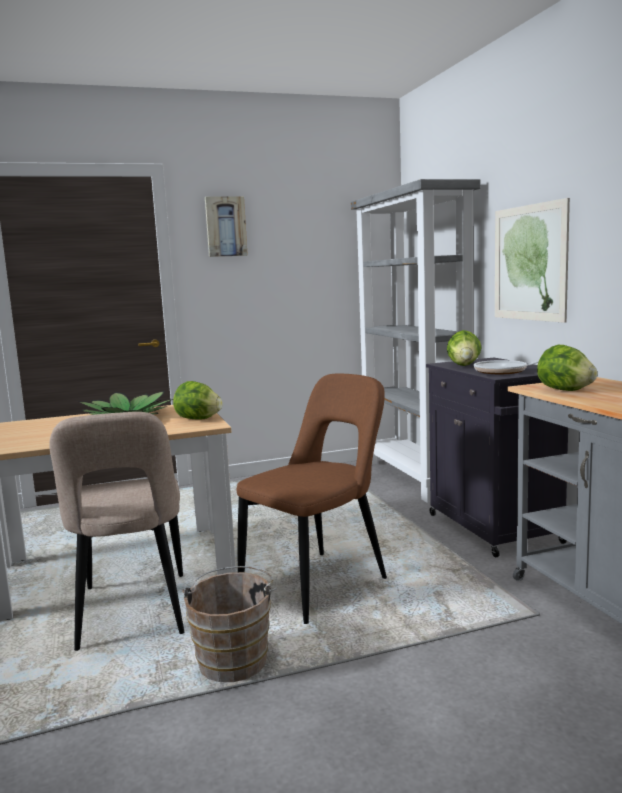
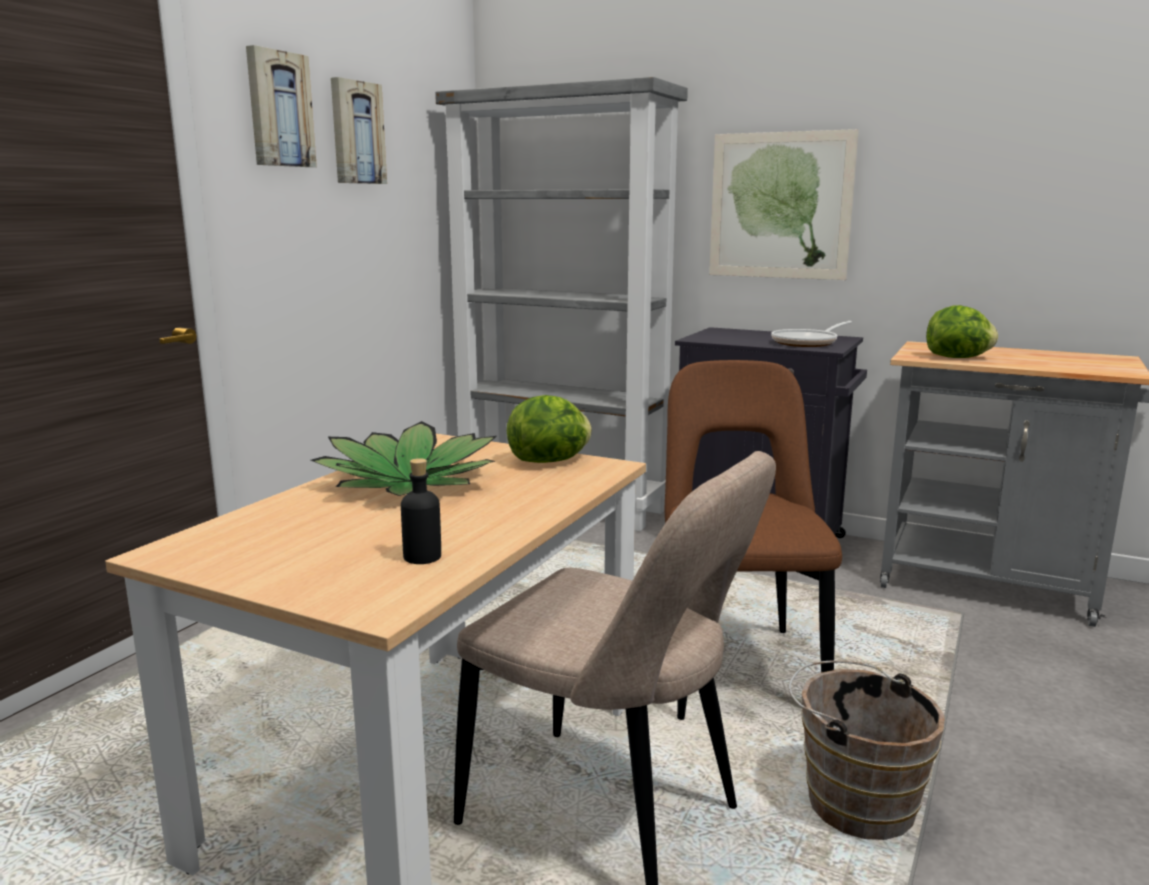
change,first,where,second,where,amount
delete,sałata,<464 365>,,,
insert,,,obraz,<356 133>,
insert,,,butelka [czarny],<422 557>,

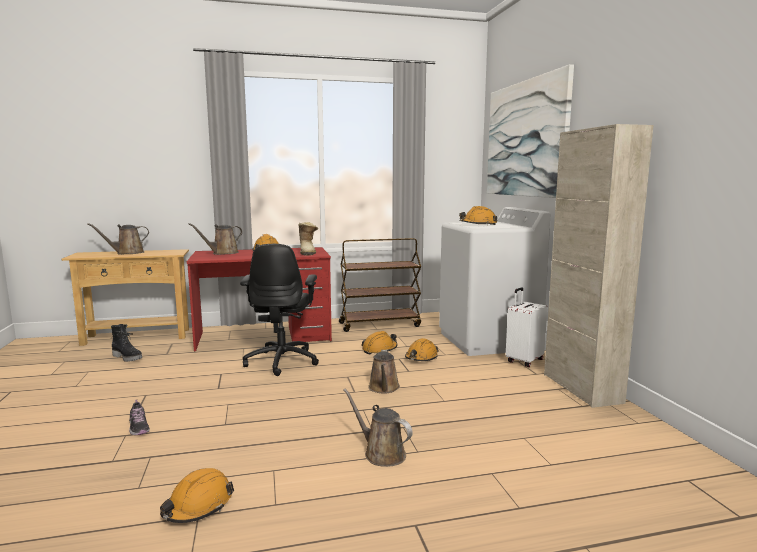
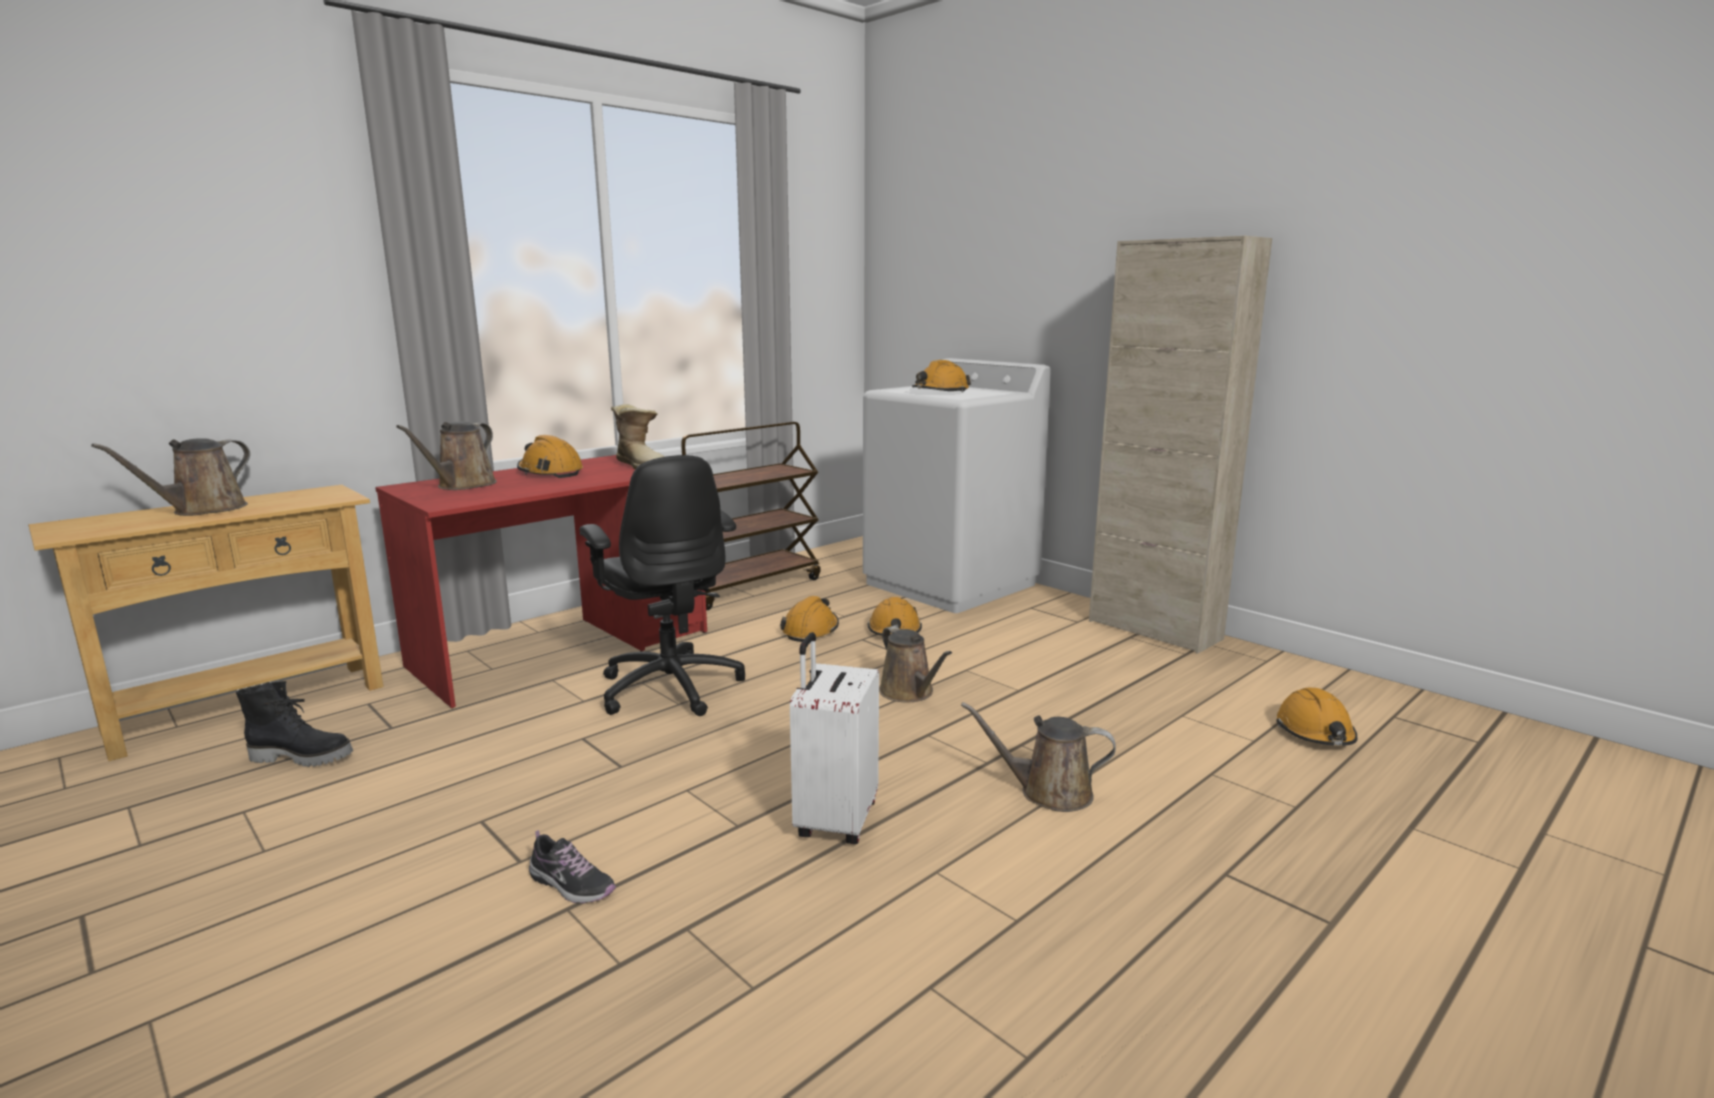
change,first,where,second,where,amount
move,kask [pomarańczowy],<198 506>,,<1315 733>,
delete,obraz,<525 139>,,,
move,walizka [biały],<523 361>,,<834 821>,

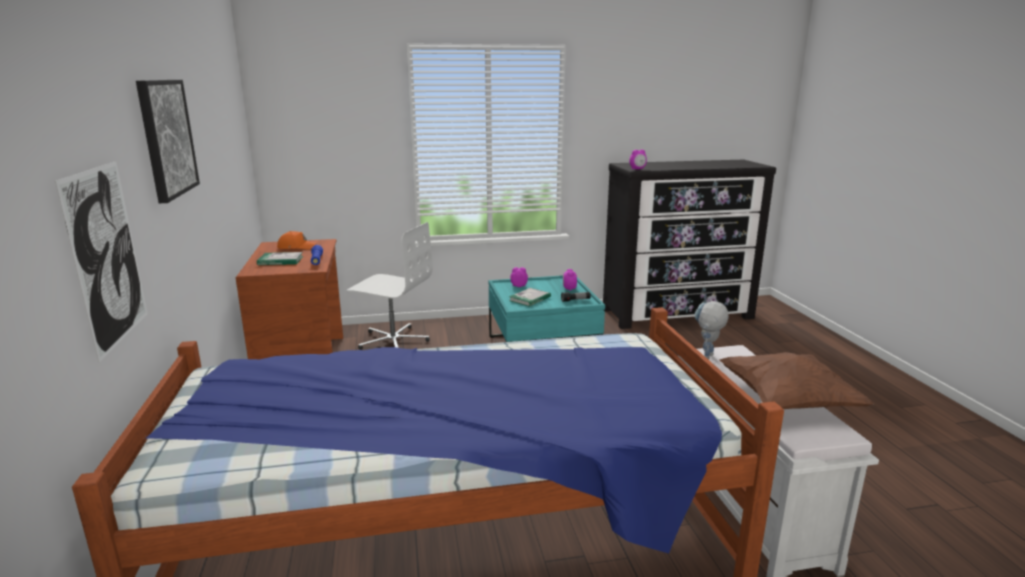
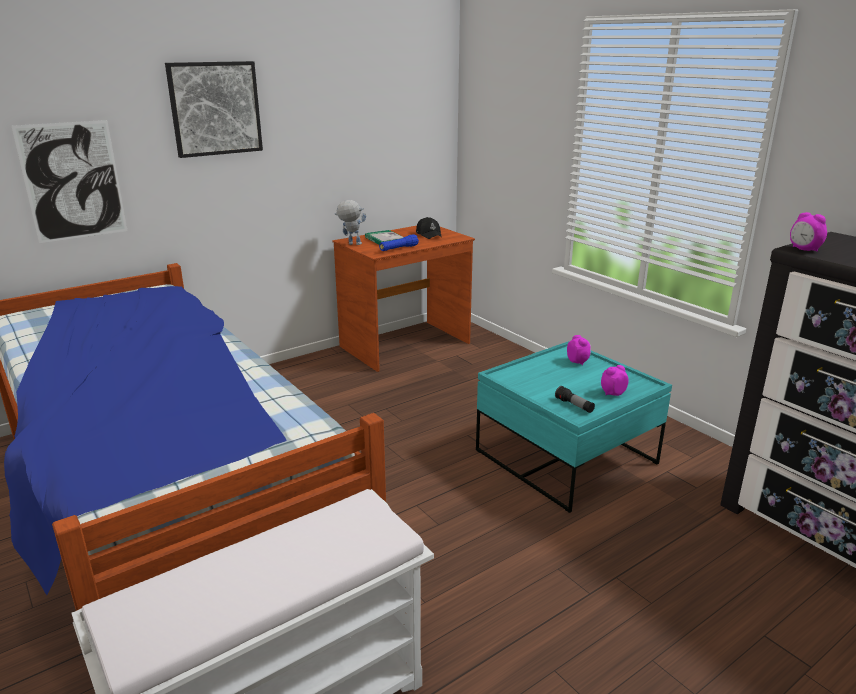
change,first,where,second,where,amount
recolor,czapka z daszkiem [pomarańczowy],<296 247>,czapka z daszkiem [czarny],<429 234>,
delete,krzesło biurowe [biały],<393 340>,,,
delete,książka,<529 299>,,,
move,robot zabawkowy,<706 358>,,<350 244>,
delete,poduszka [brązowy],<787 402>,,,

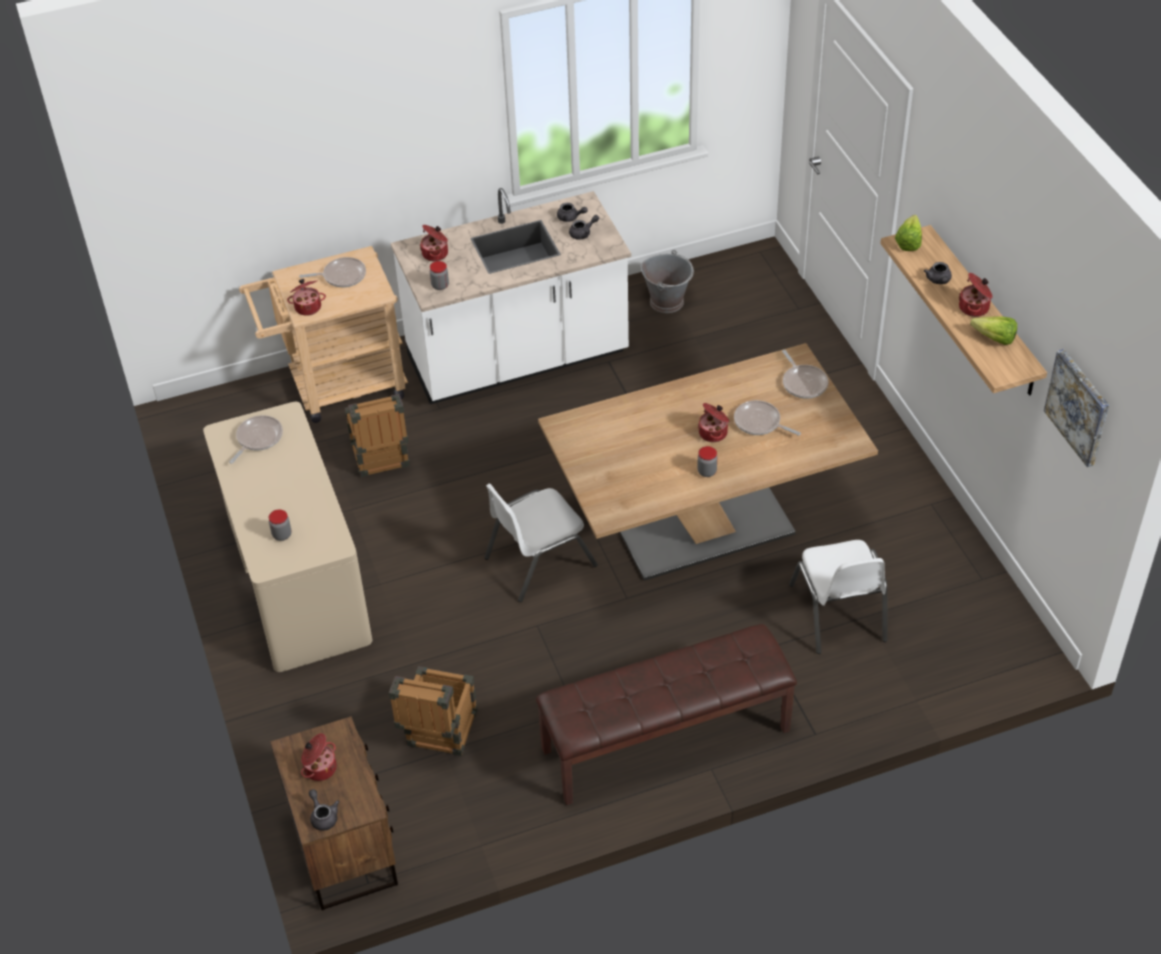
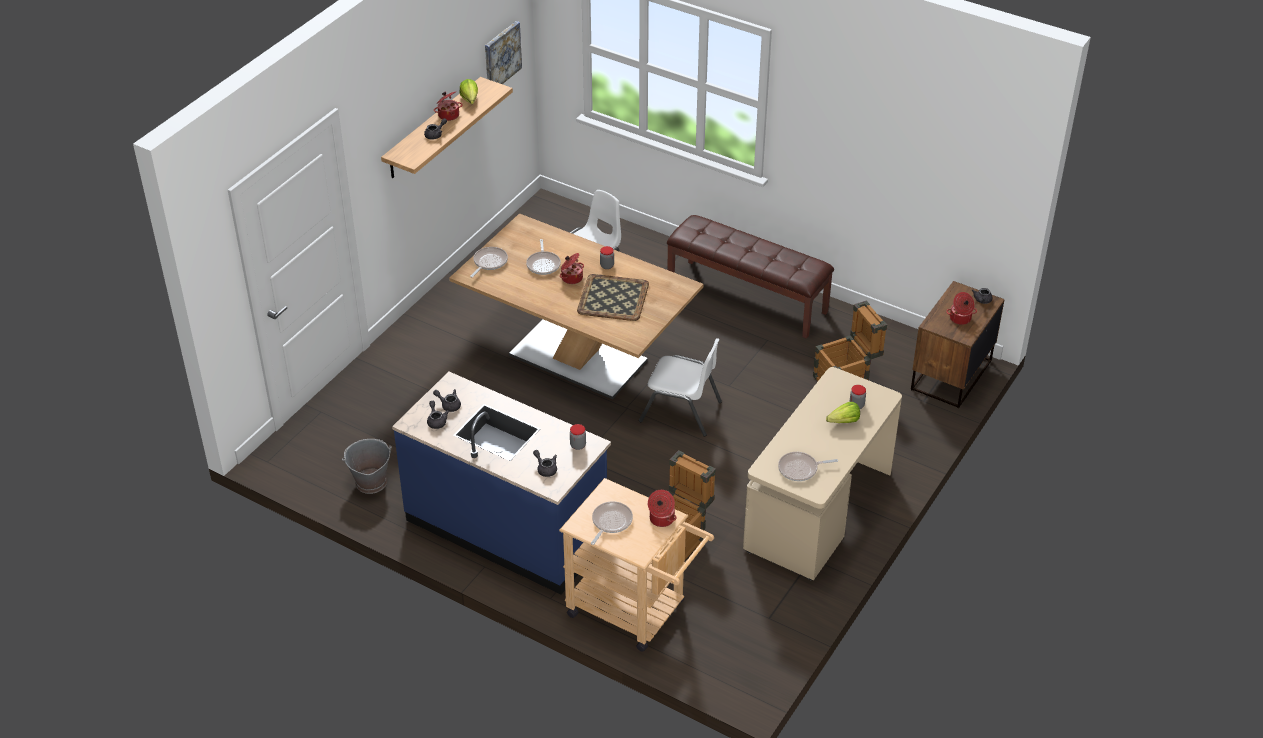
change,first,where,second,where,amount
rotate,patelnia,<341 276>,,<610 522>,75 degrees clockwise
recolor,zabudowa kuchenna [biały],<518 358>,zabudowa kuchenna [niebieski],<507 528>,
replace,garnek,<436 253>,imbryk [szary],<545 468>,
move,sałata,<910 240>,,<841 422>,
insert,,,taca,<612 297>,

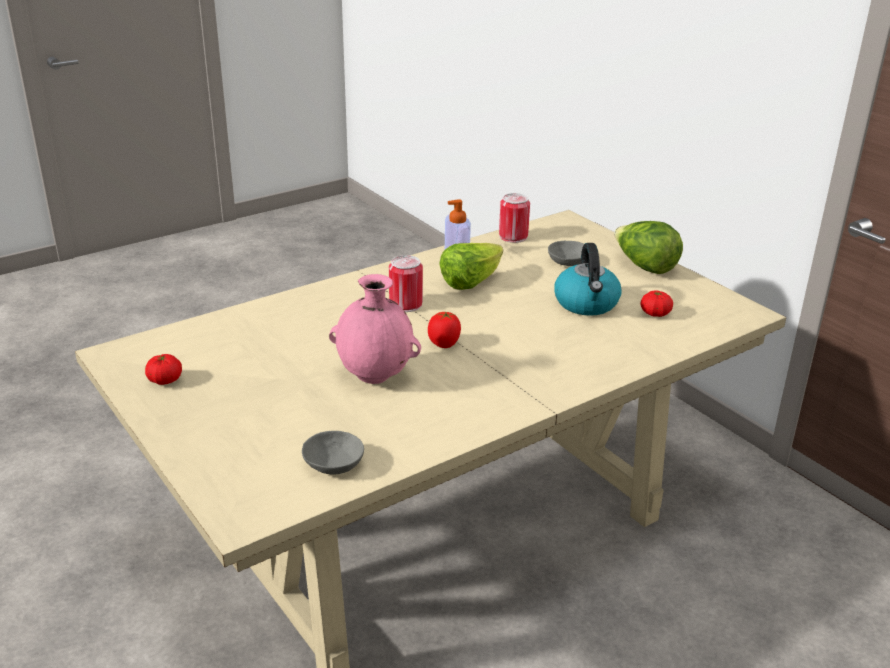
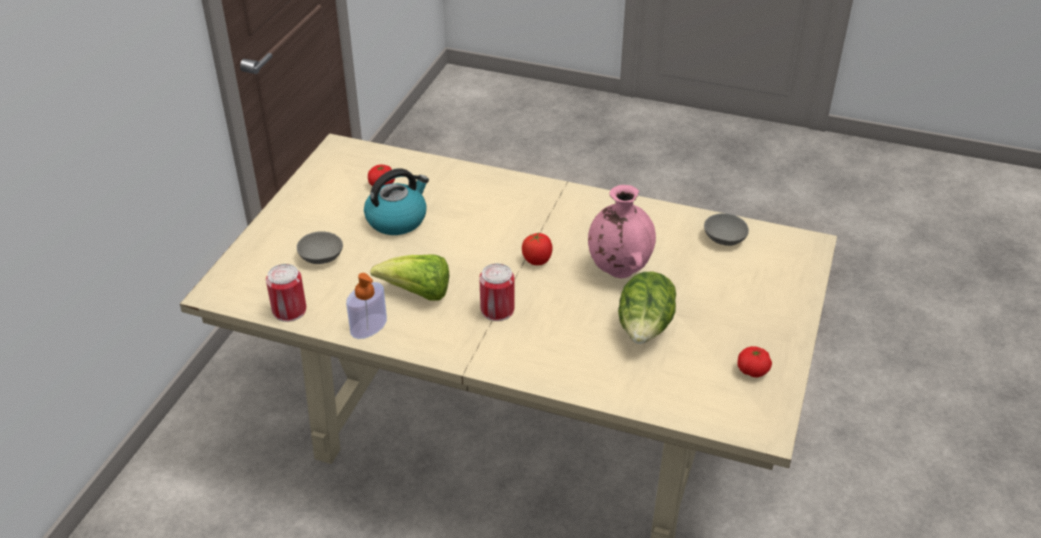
change,first,where,second,where,amount
move,sałata,<644 267>,,<644 330>,

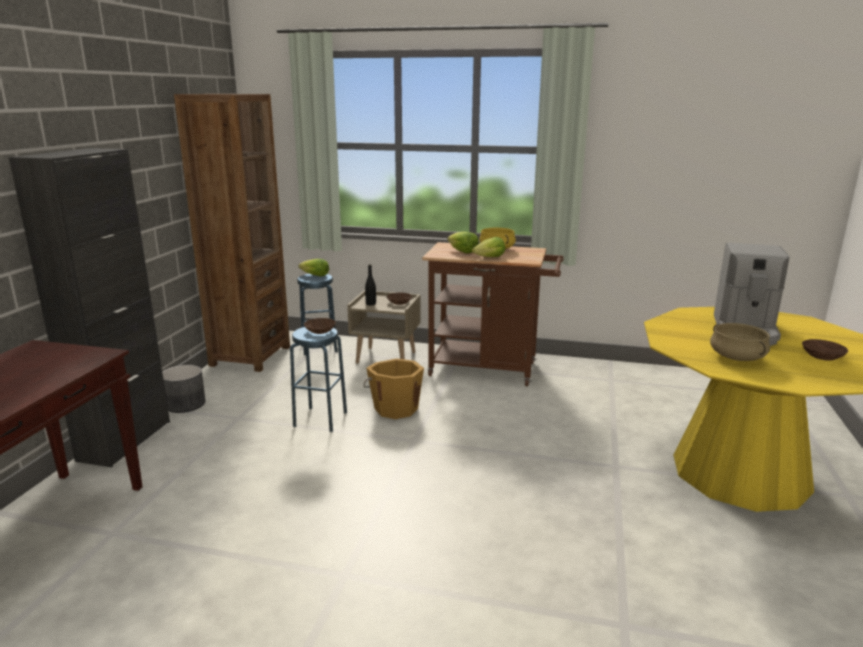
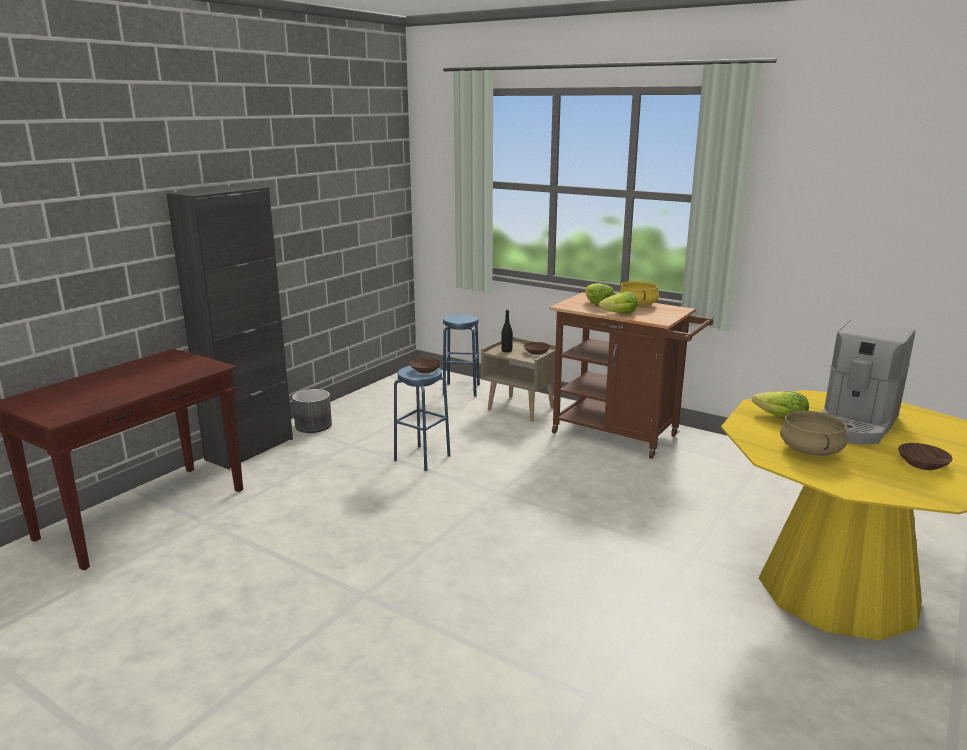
change,first,where,second,where,amount
delete,regał [brązowy],<250 356>,,,
move,sałata,<315 275>,,<780 418>,
delete,wiadro [pomarańczowy],<395 408>,,,

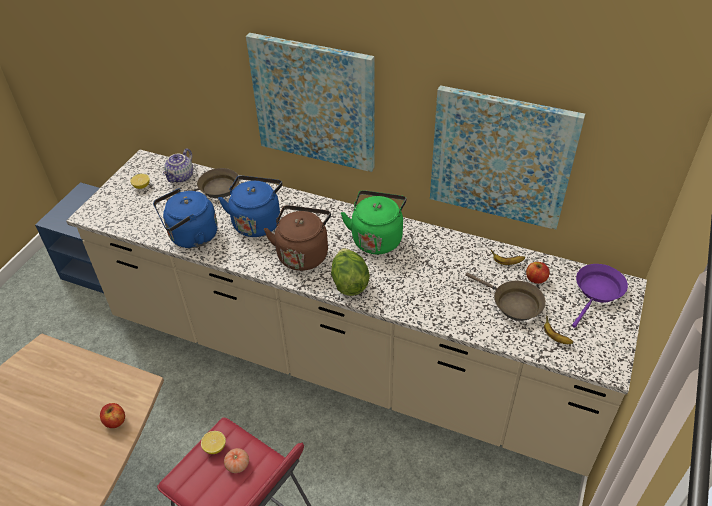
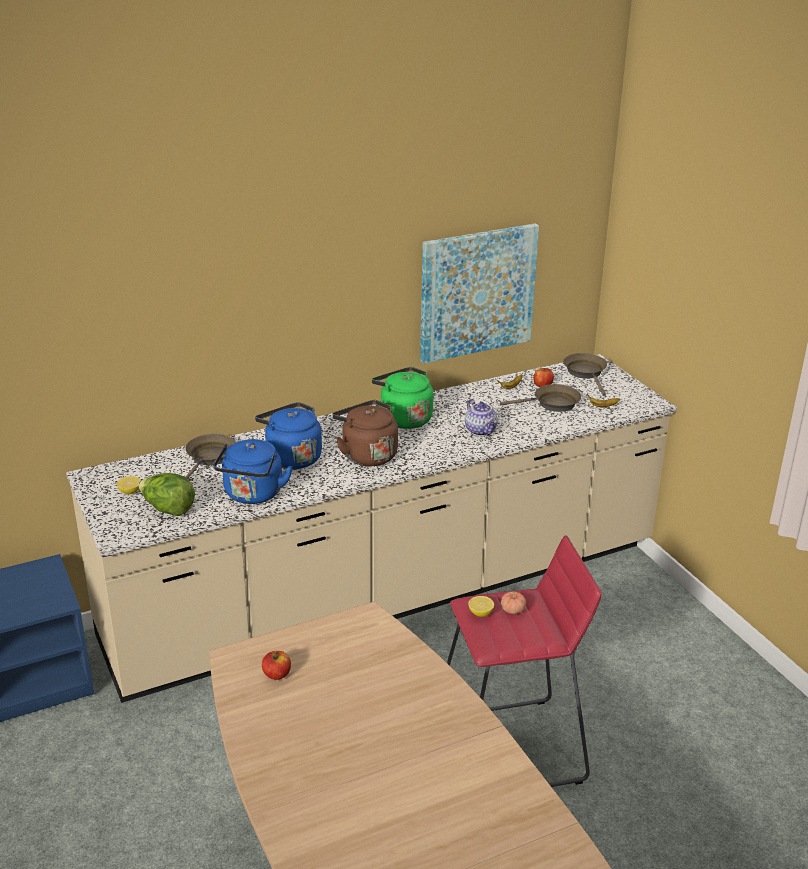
change,first,where,second,where,amount
move,jabłko,<115 421>,,<277 674>,
move,imbryk,<181 177>,,<481 430>,
delete,obraz,<314 102>,,,
move,sałata,<349 283>,,<168 510>,
recolor,patelnia [fioletowy],<597 292>,patelnia [brązowy],<586 373>,

